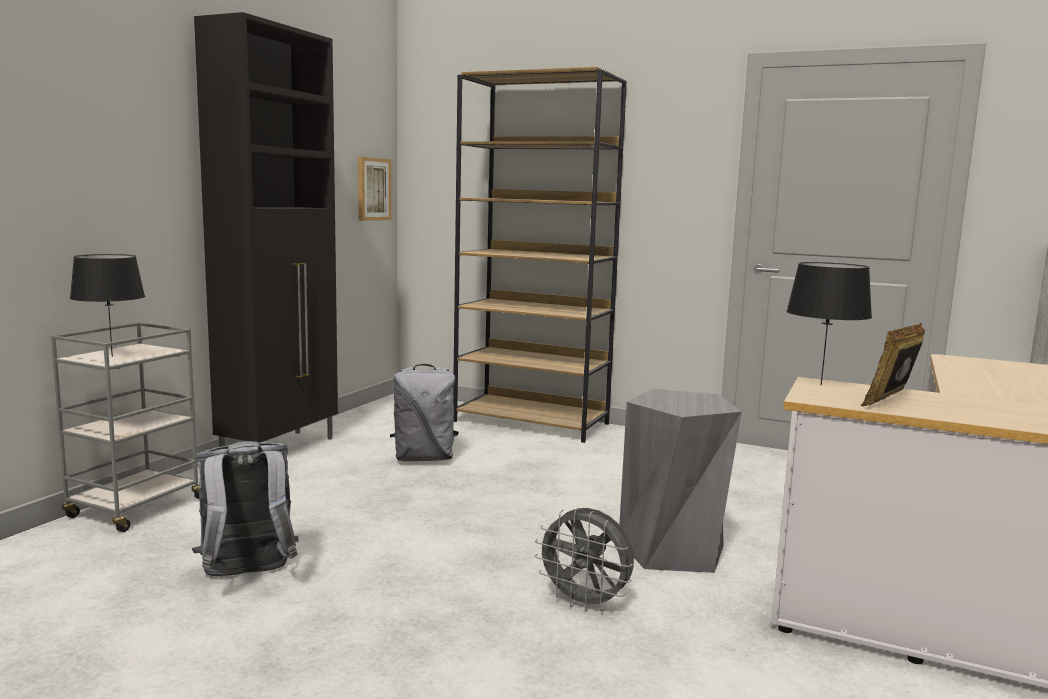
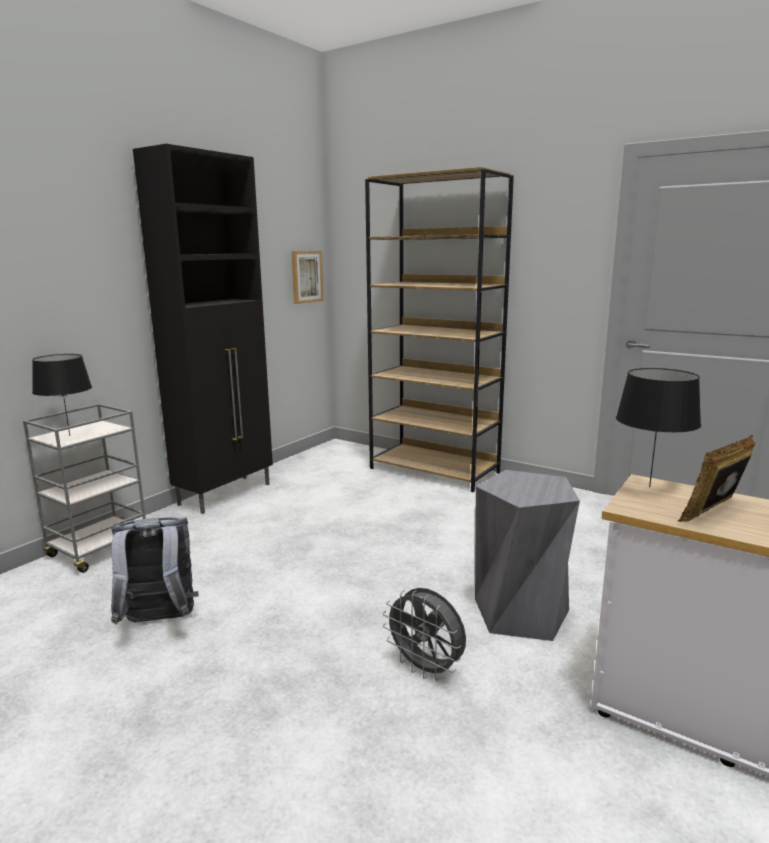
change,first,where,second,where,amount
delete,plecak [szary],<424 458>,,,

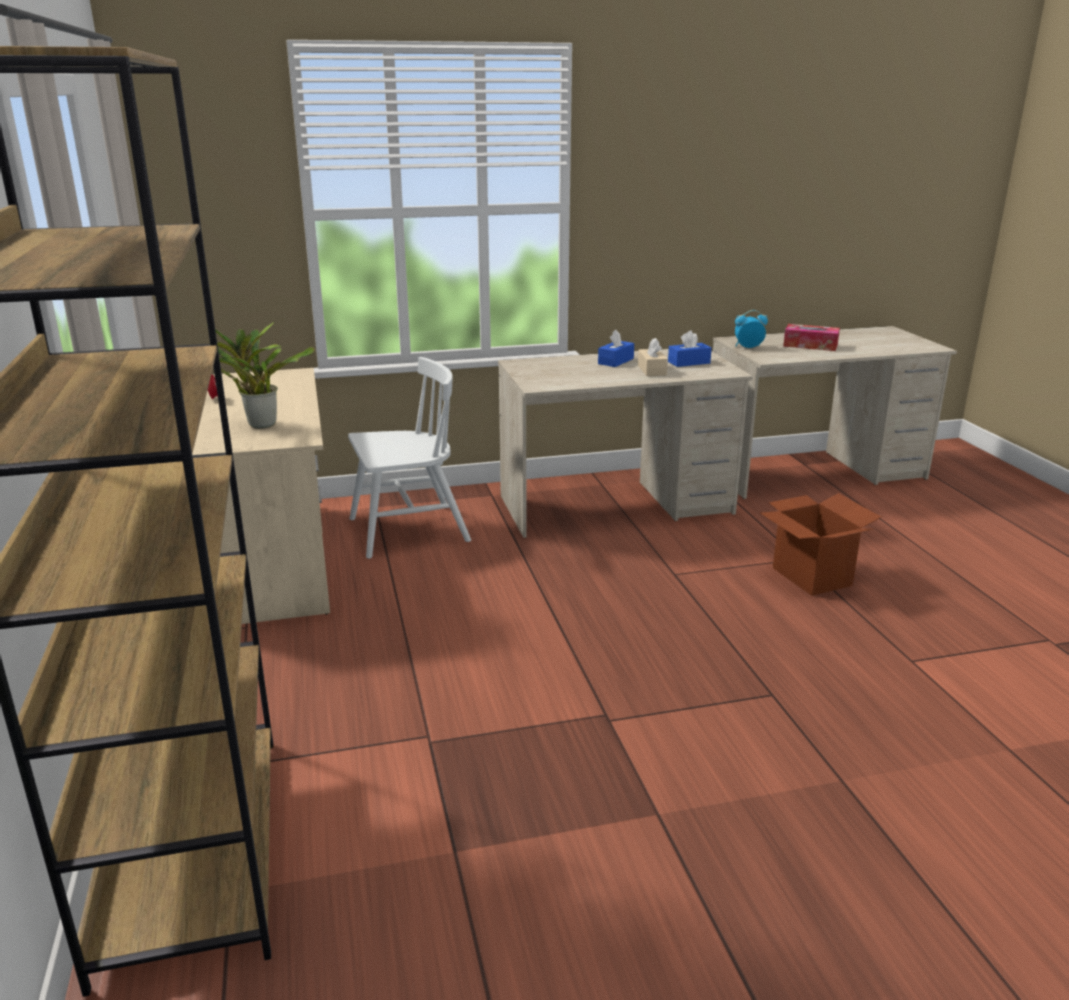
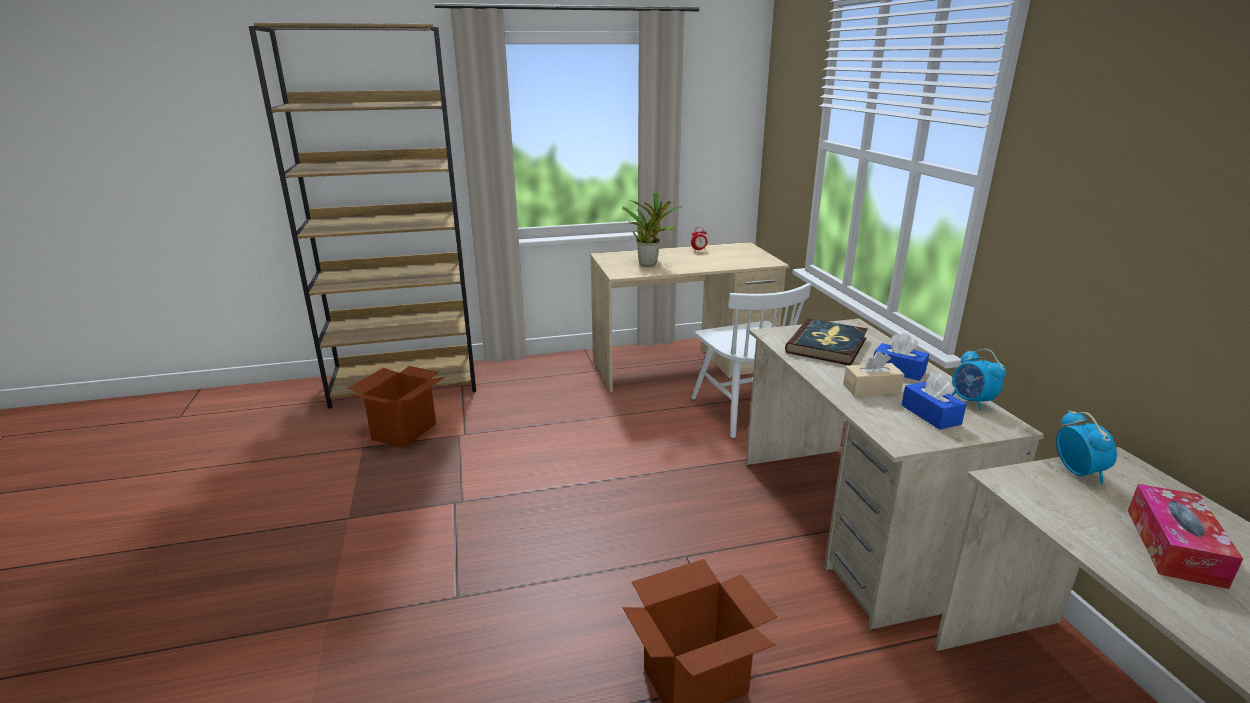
change,first,where,second,where,amount
insert,,,karton,<404 431>,
insert,,,książka,<827 345>,
insert,,,budzik,<971 401>,

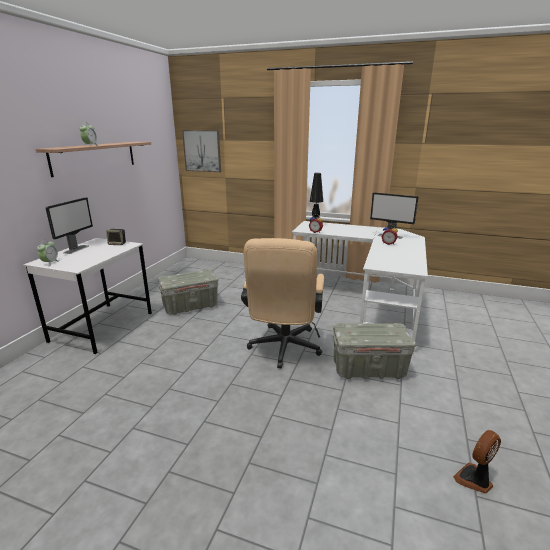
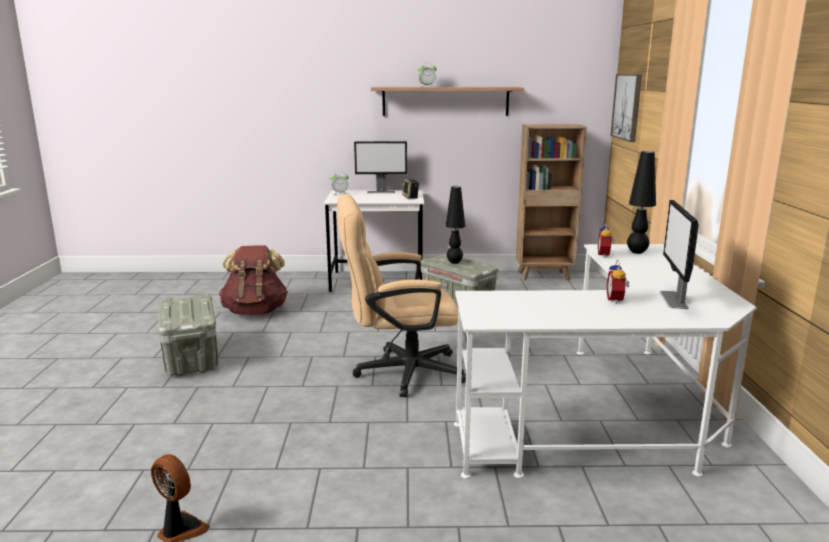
change,first,where,second,where,amount
move,pojemnik do przechowywania [szary],<369 369>,,<192 359>,
insert,,,plecak [brązowy],<255 312>,
insert,,,lampa stołowa [czarny],<454 262>,
insert,,,regał [brązowy],<544 276>,

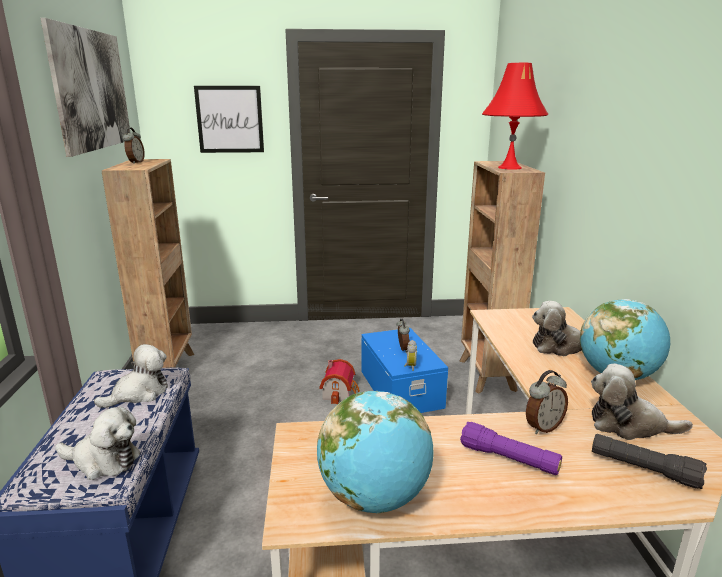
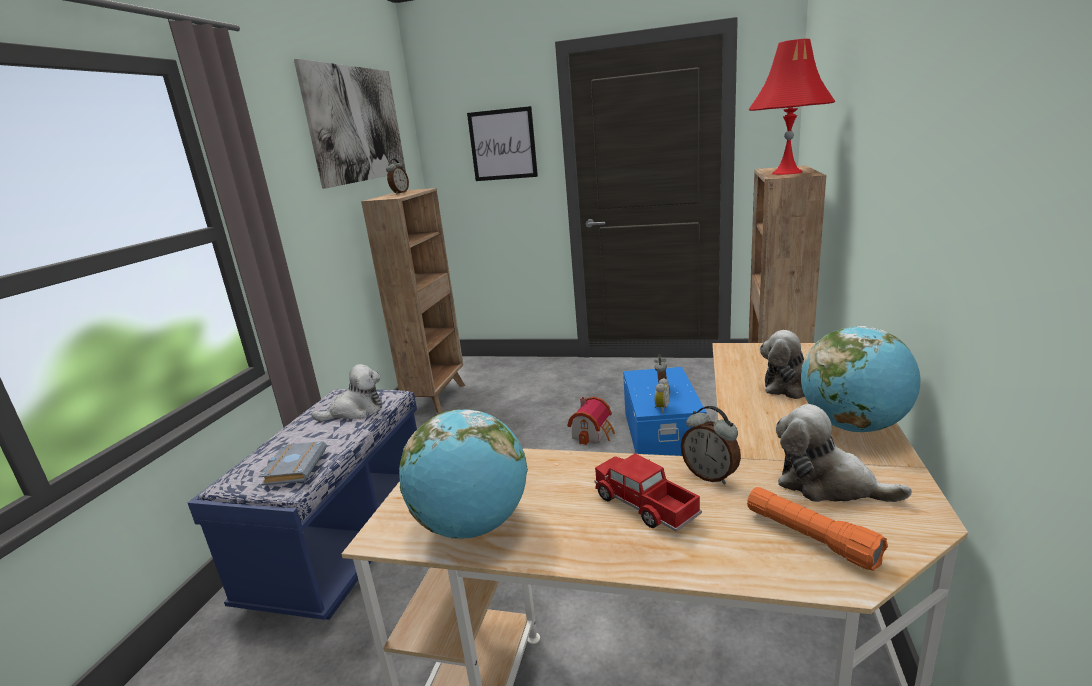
change,first,where,second,where,amount
replace,pluszak,<103 461>,książka [szary],<294 467>,
replace,latarka [fioletowy],<508 459>,ciężarówka zabawkowa,<644 505>,
rotate,budzik,<542 427>,,<710 475>,60 degrees clockwise
recolor,latarka [czarny],<643 469>,latarka [pomarańczowy],<810 538>,

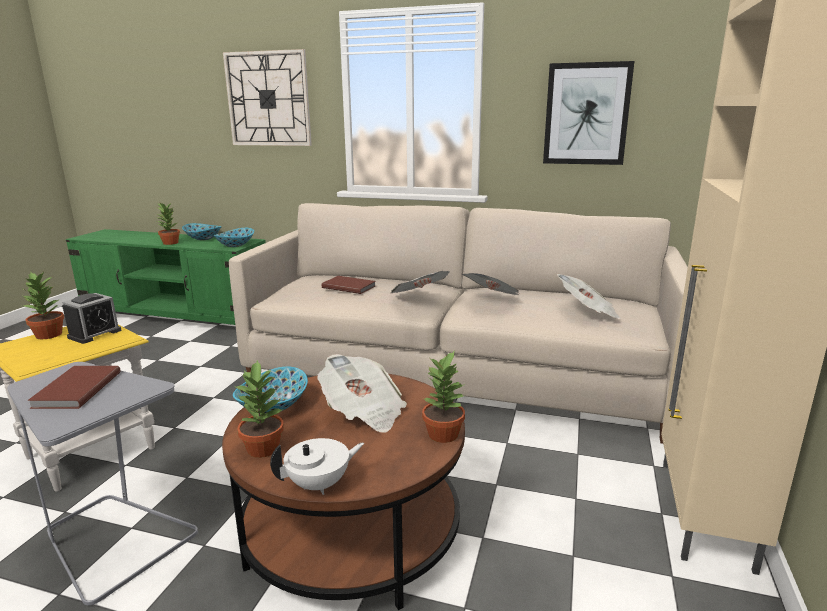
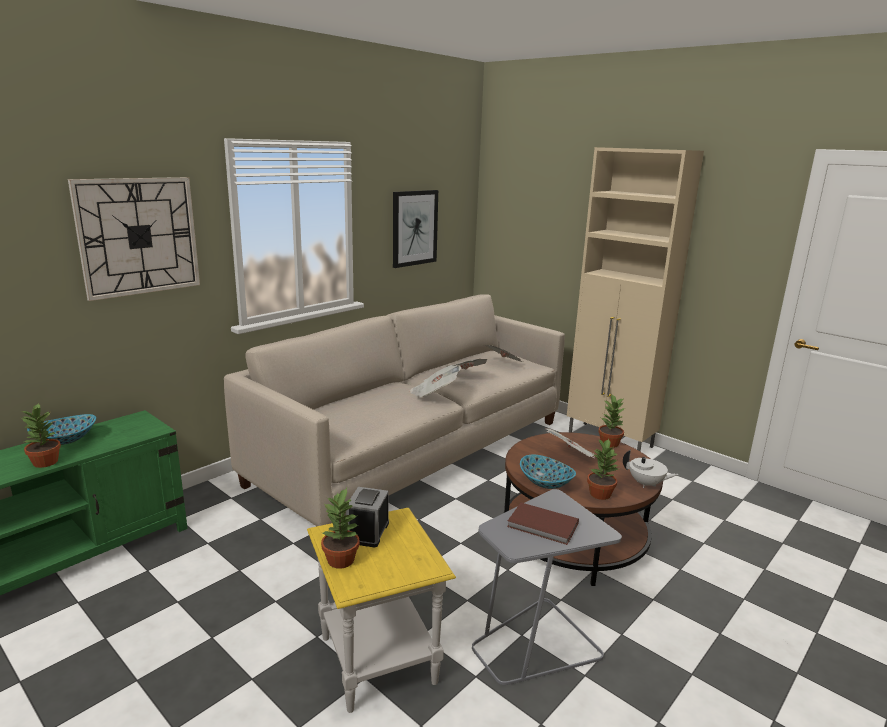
change,first,where,second,where,amount
rotate,budzik,<95 334>,,<368 532>,135 degrees counterclockwise
delete,miska,<235 245>,,,
rotate,imbryk [biały],<320 484>,,<646 484>,120 degrees clockwise
delete,książka [brązowy],<349 286>,,,

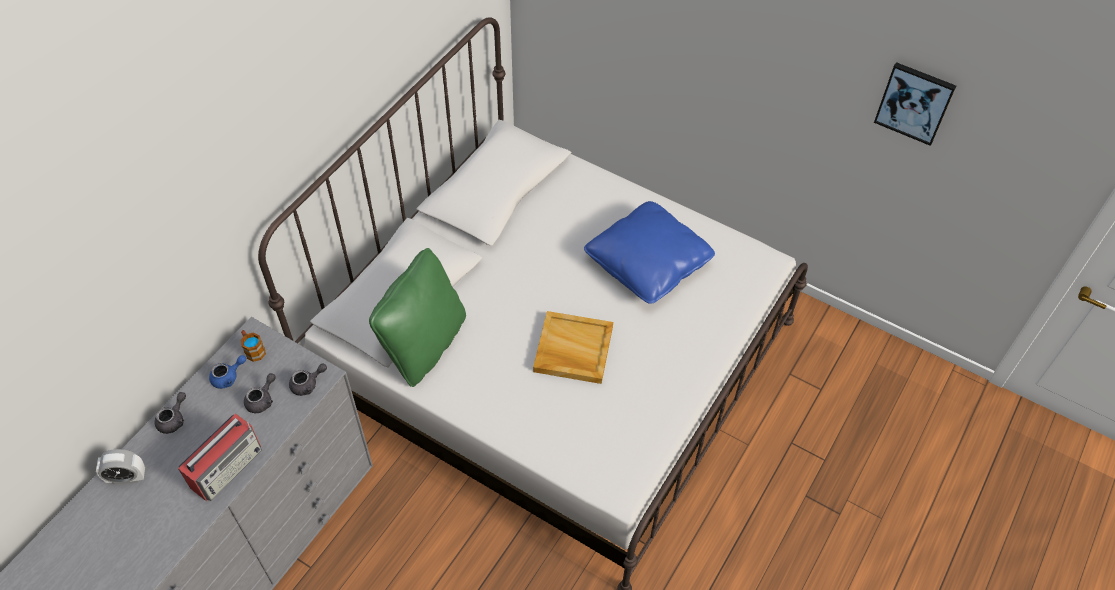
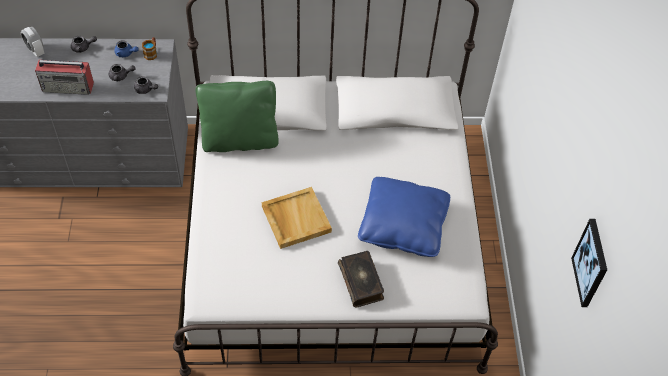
change,first,where,second,where,amount
insert,,,książka,<361 282>,

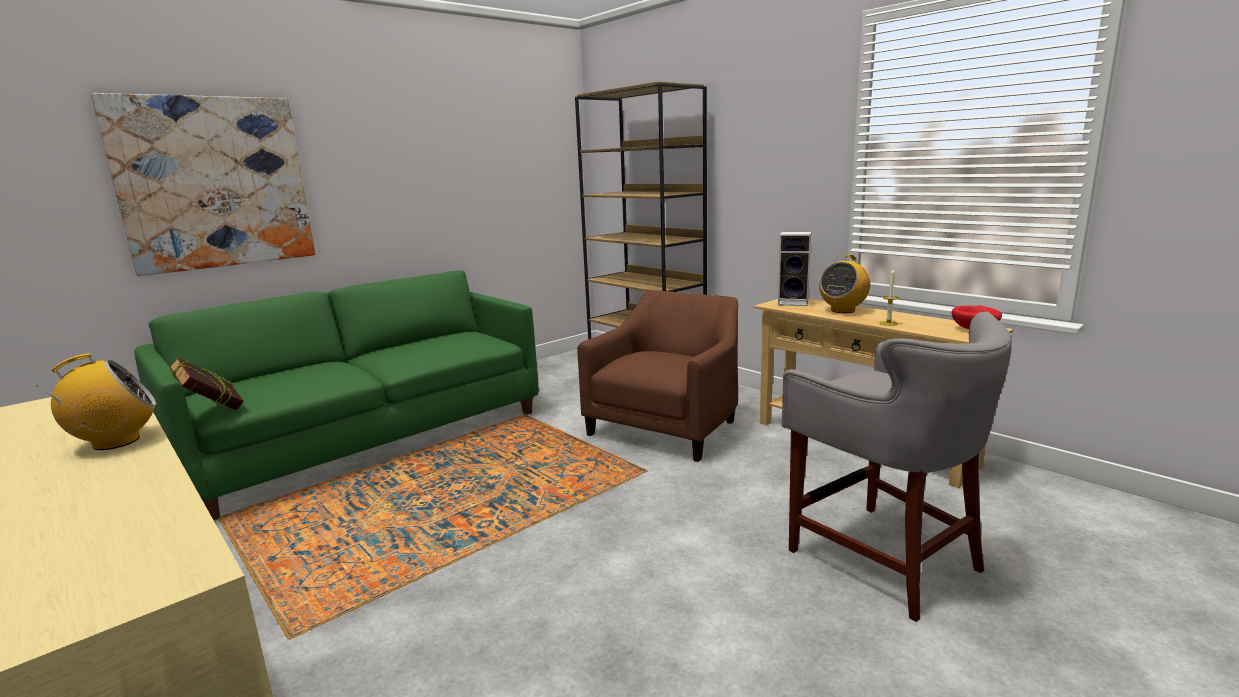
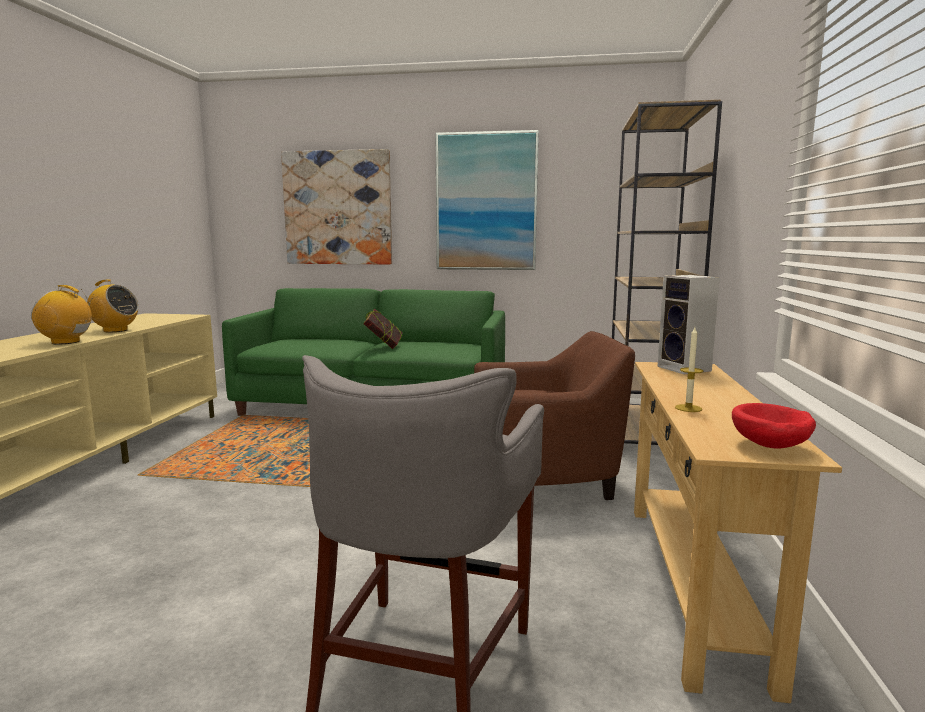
change,first,where,second,where,amount
move,książka,<213 411>,,<383 347>,
move,radio,<843 310>,,<66 342>,
insert,,,obraz,<486 202>,

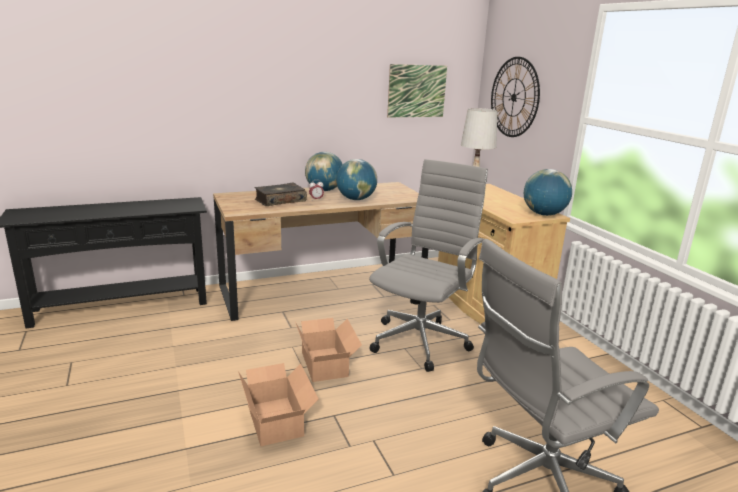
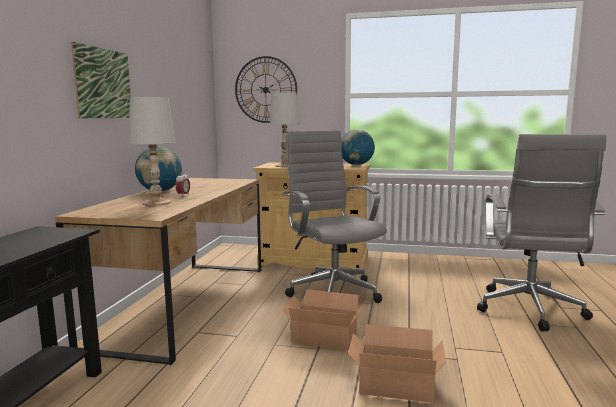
change,first,where,second,where,amount
replace,książka,<280 200>,lampa stołowa [biały],<156 202>,
delete,globus,<356 199>,,,
move,obraz,<417 91>,,<103 83>,

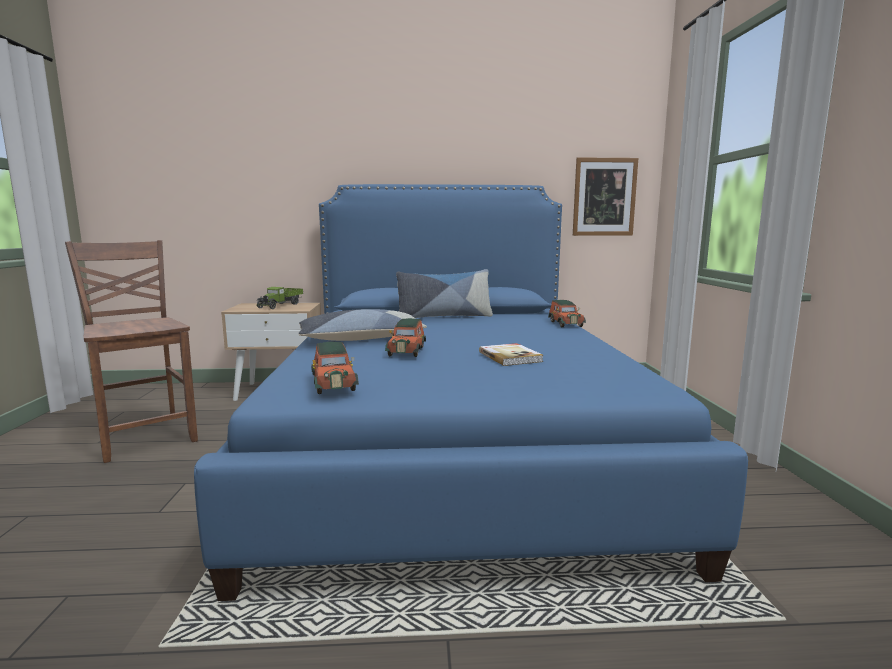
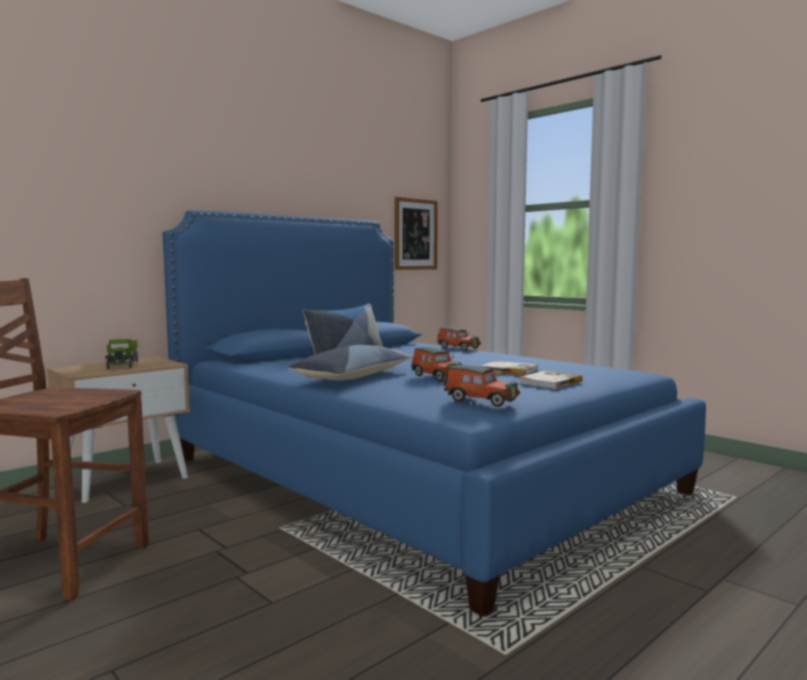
change,first,where,second,where,amount
insert,,,książka,<549 382>,

